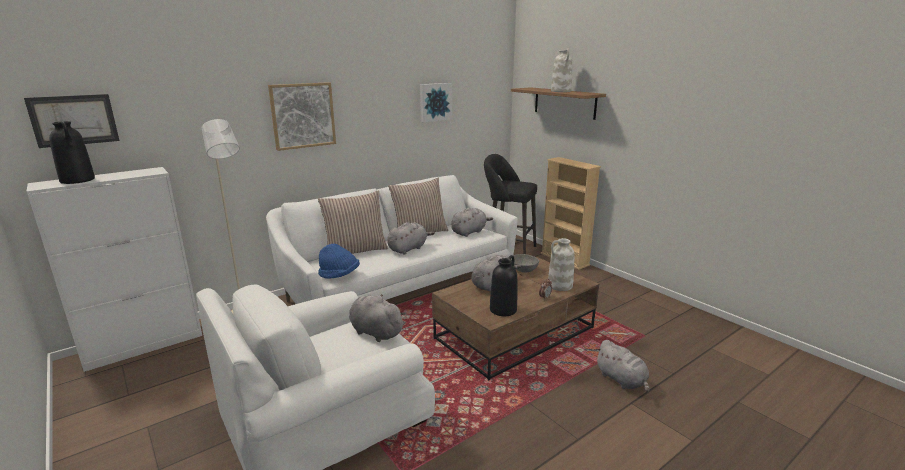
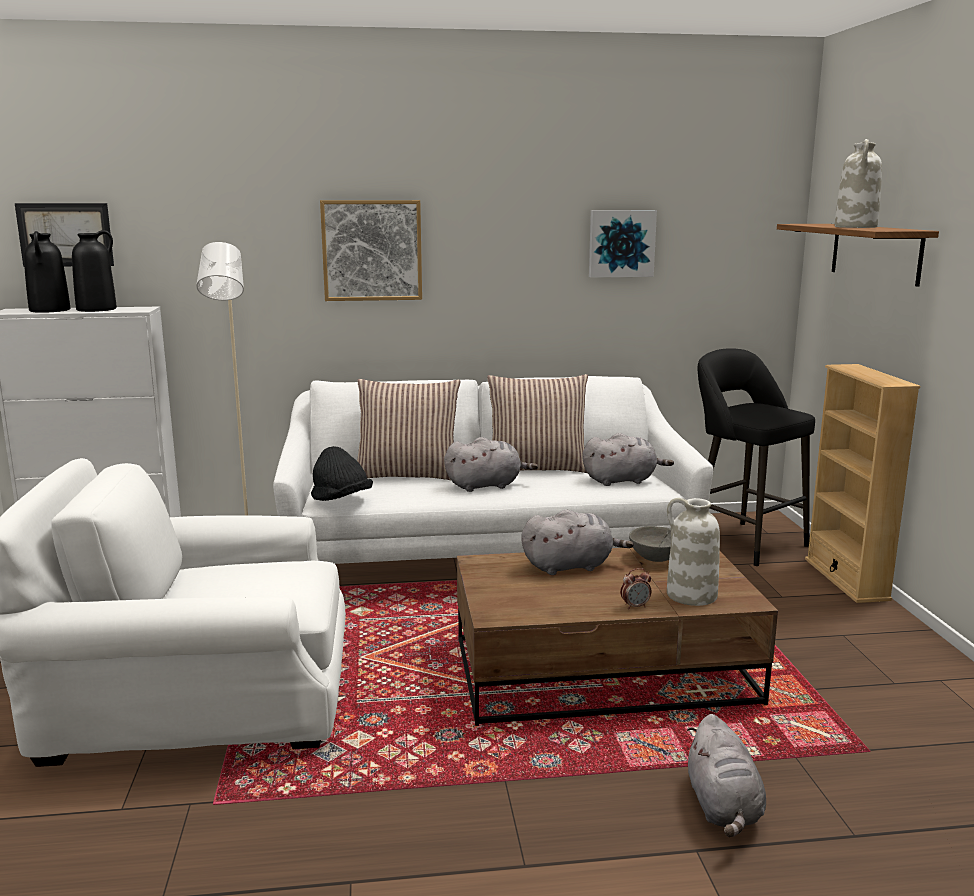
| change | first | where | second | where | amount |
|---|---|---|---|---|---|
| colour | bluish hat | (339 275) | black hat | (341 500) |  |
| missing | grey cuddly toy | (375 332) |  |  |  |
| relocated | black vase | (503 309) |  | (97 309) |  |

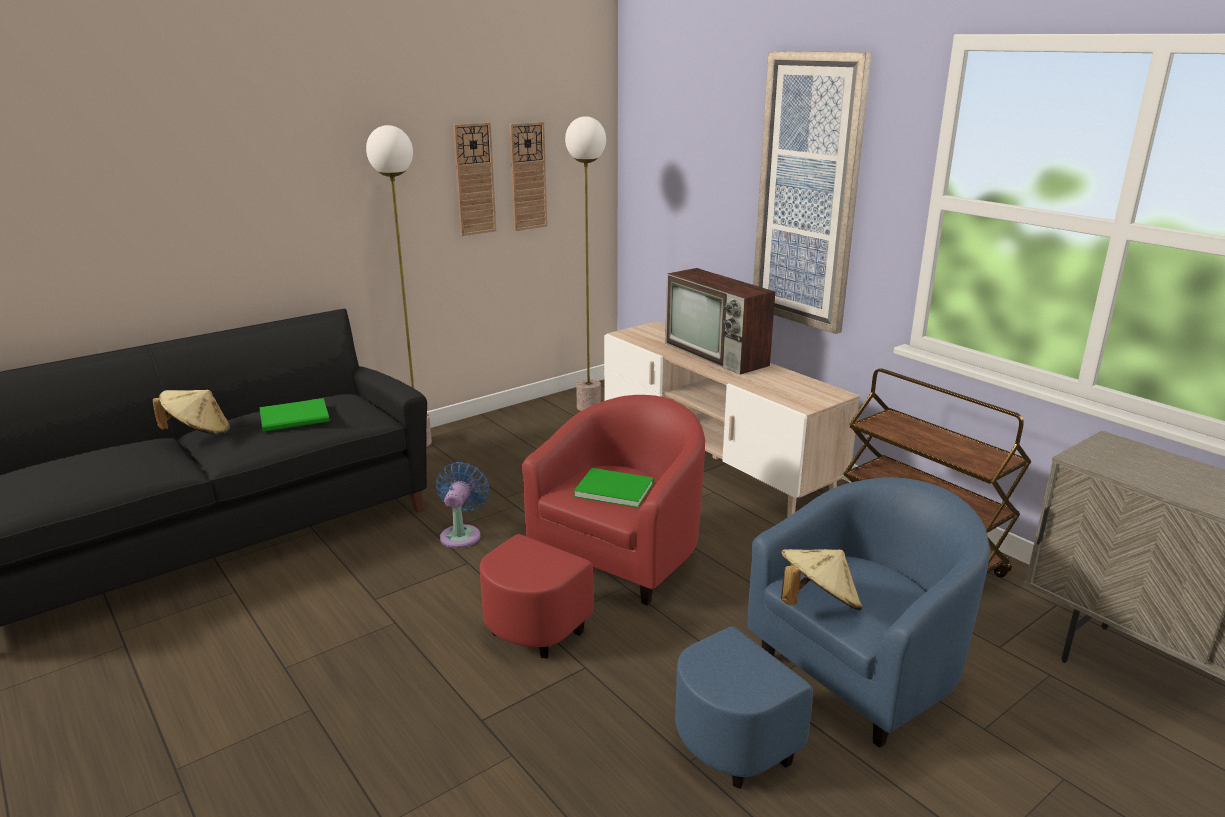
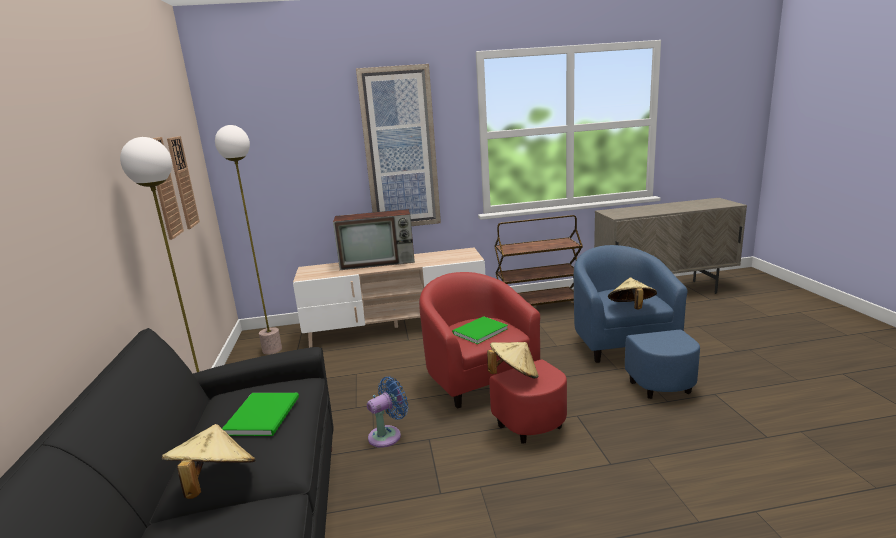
| change | first | where | second | where | amount |
|---|---|---|---|---|---|
| spun | bluish electric fan | (462 534) |  | (388 435) | 105 degrees clockwise |
| appeared |  |  | beige-coloured hat | (514 376) |  |

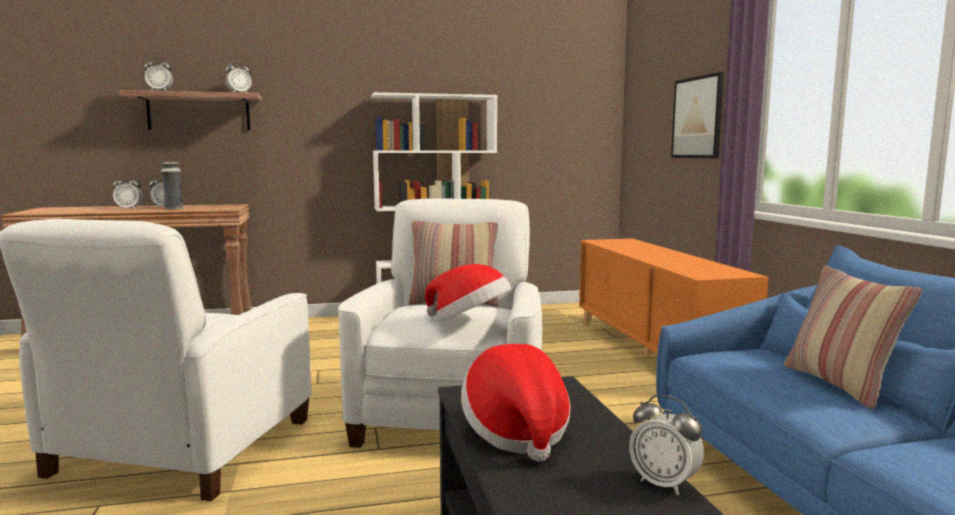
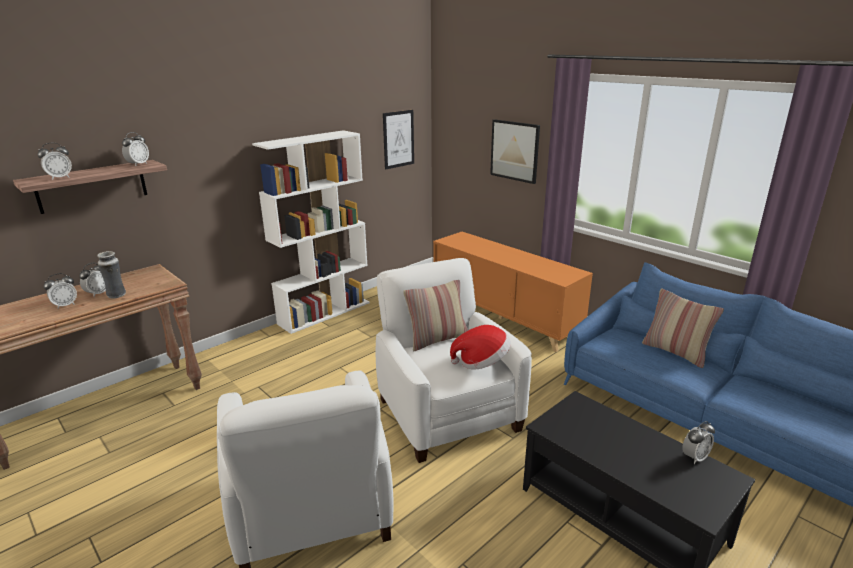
| change | first | where | second | where | amount |
|---|---|---|---|---|---|
| missing | hat | (516 433) |  |  |  |
| spun | alarm clock | (664 484) |  | (694 457) | 45 degrees counterclockwise |
| appeared |  |  | wall art | (398 139) |  |

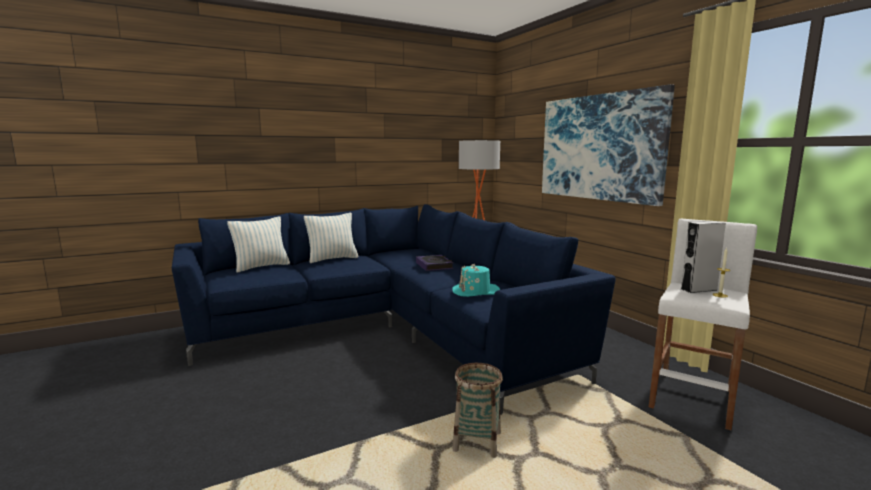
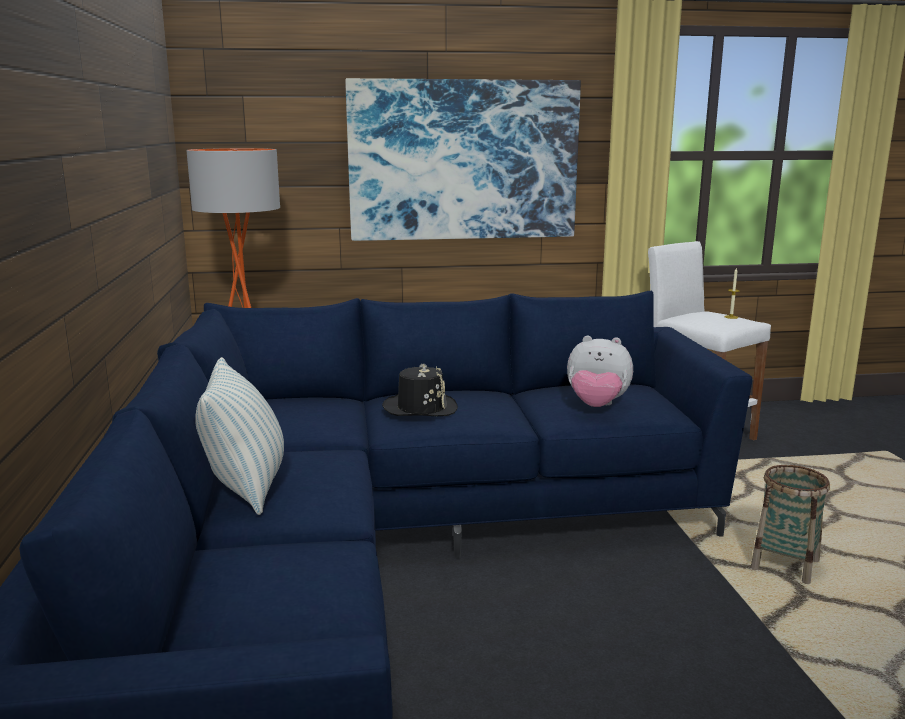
| change | first | where | second | where | amount |
|---|---|---|---|---|---|
| missing | cushion | (261 267) |  |  |  |
| exchanged | book | (434 266) | black hat | (420 408) |  |
| exchanged | turquoise-coloured hat | (475 291) | cuddly toy | (597 406) |  |
| missing | grey speaker | (698 289) |  |  |  |

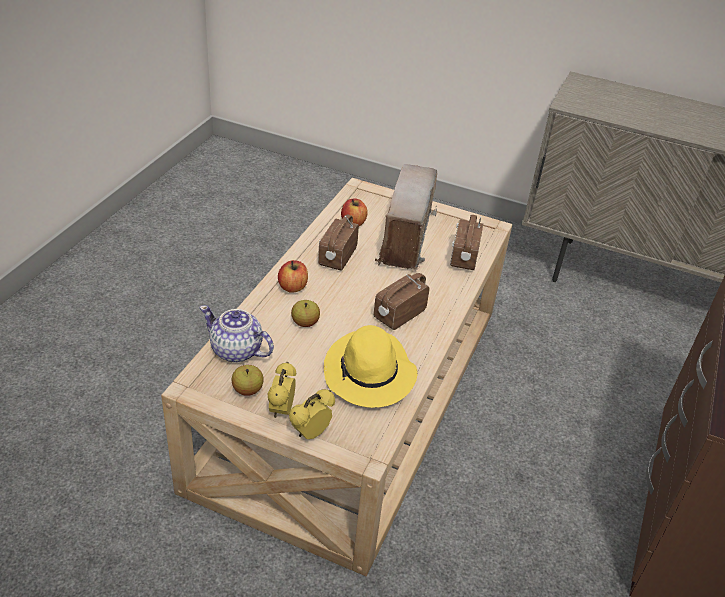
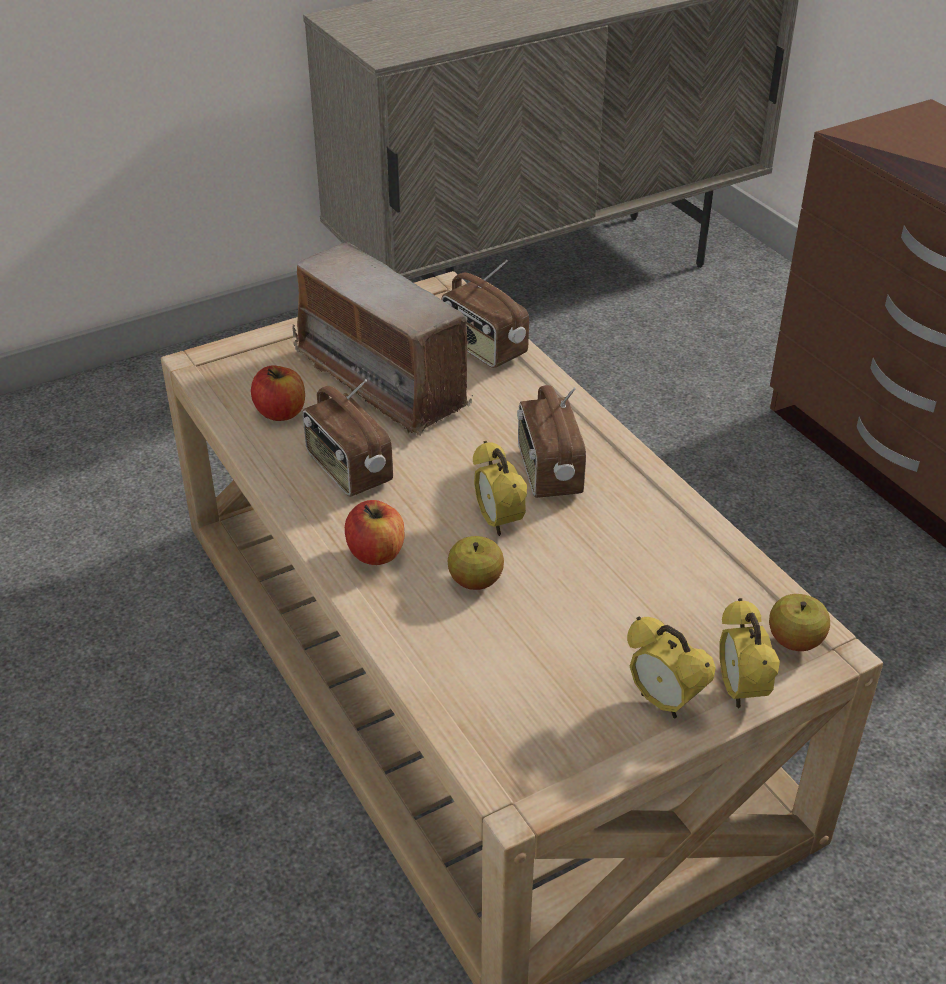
| change | first | where | second | where | amount |
|---|---|---|---|---|---|
| missing | tea pot | (237 351) |  |  |  |
| relocated | apple | (247 390) |  | (795 641) |  |
| missing | yellowish hat | (369 374) |  |  |  |
| appeared |  |  | alarm clock | (498 522) |  |

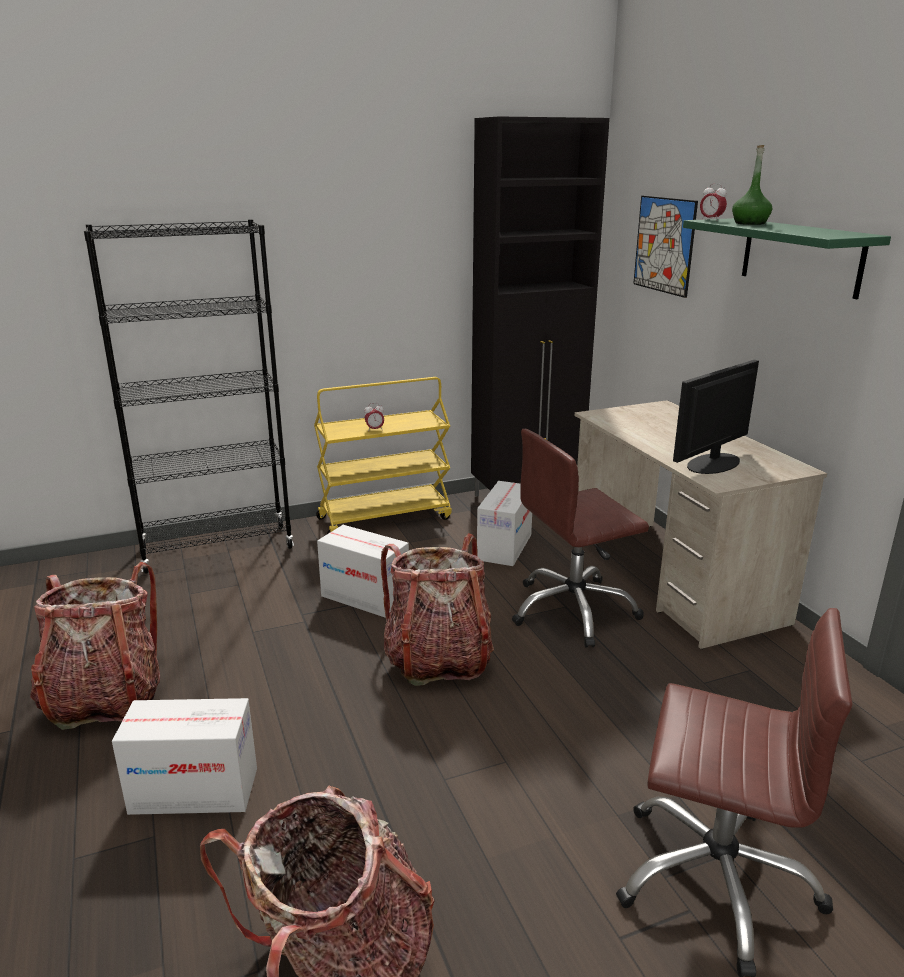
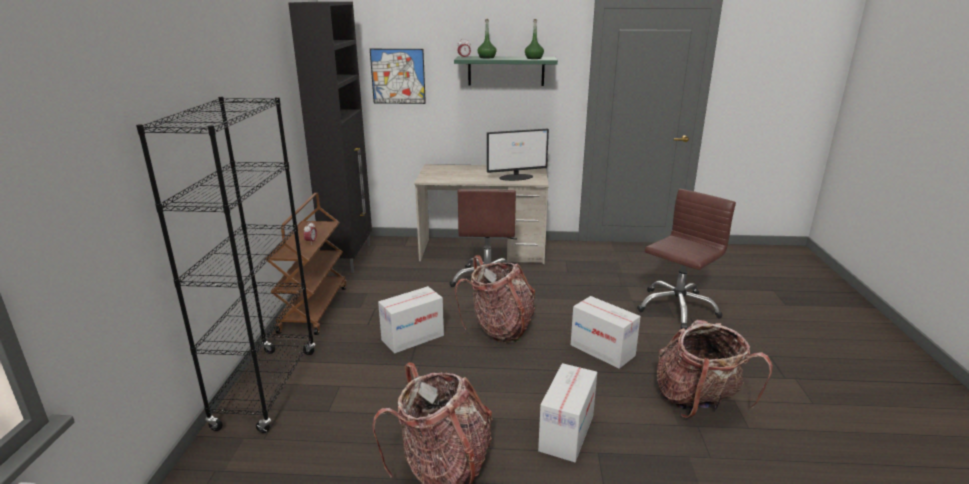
| change | first | where | second | where | amount |
|---|---|---|---|---|---|
| colour | yellowish cart | (385 518) | brown cart | (313 308) |  |
| relocated | cardboard box | (505 547) |  | (602 350) |  |
| spun | computer screen | (712 463) |  | (516 177) | 90 degrees counterclockwise |
| appeared |  |  | green beverage bottle | (534 58) |  |

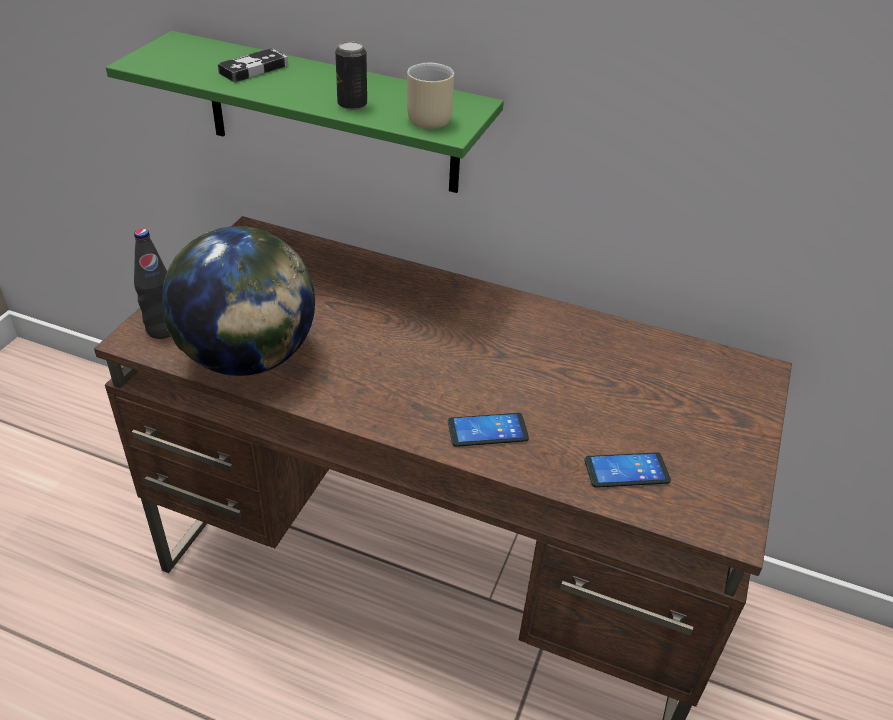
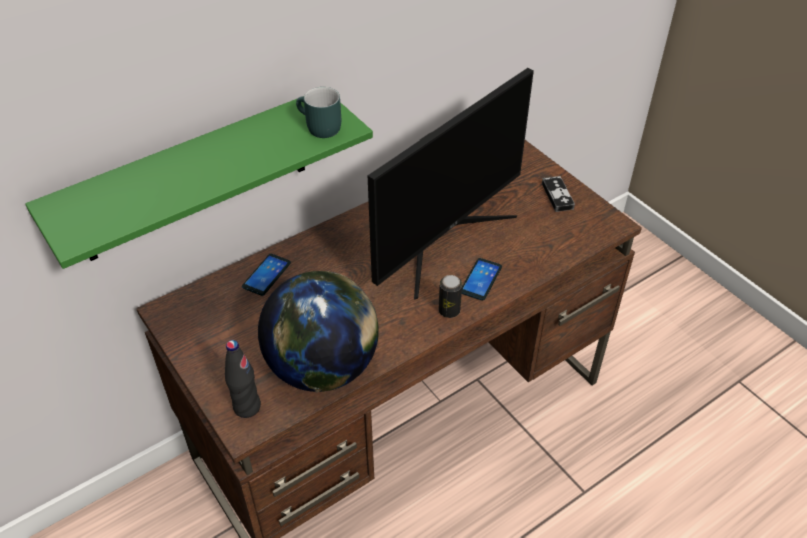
| change | first | where | second | where | amount |
|---|---|---|---|---|---|
| relocated | gamepad | (254 69) |  | (557 196) |  |
| relocated | metal can | (352 104) |  | (449 310) |  |
| colour | beige-coloured coffee mug | (426 117) | turquoise-coloured coffee mug | (318 128) |  |
| relocated | telephone | (626 471) |  | (266 275) |  |
| appeared |  |  | computer screen | (442 239) |  |

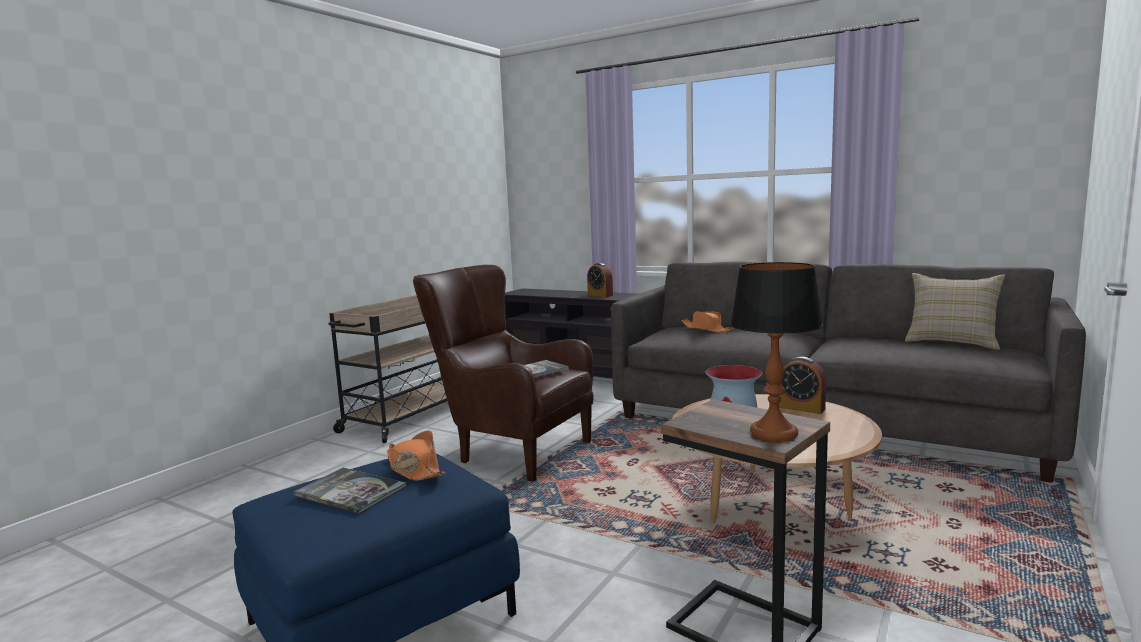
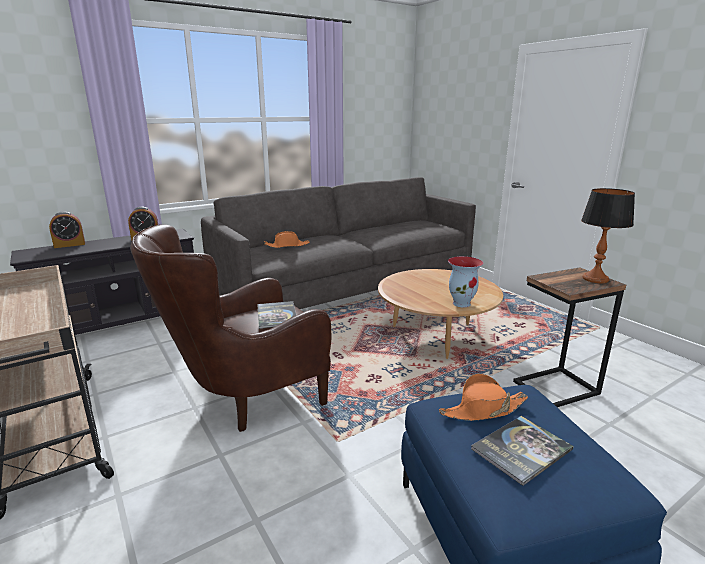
| change | first | where | second | where | amount |
|---|---|---|---|---|---|
| relocated | alarm clock | (801 408) |  | (69 245) |  |
| missing | beige-coloured cushion | (952 342) |  |  |  |

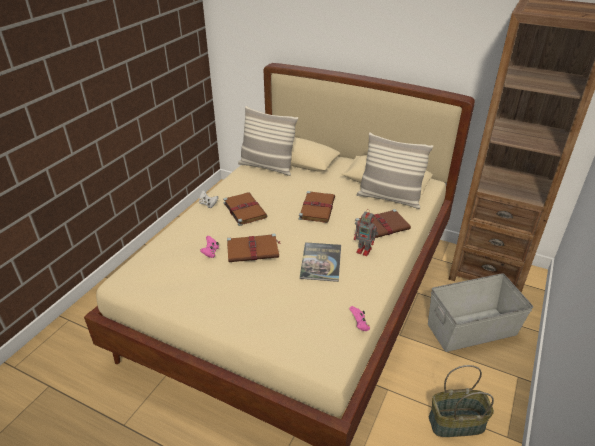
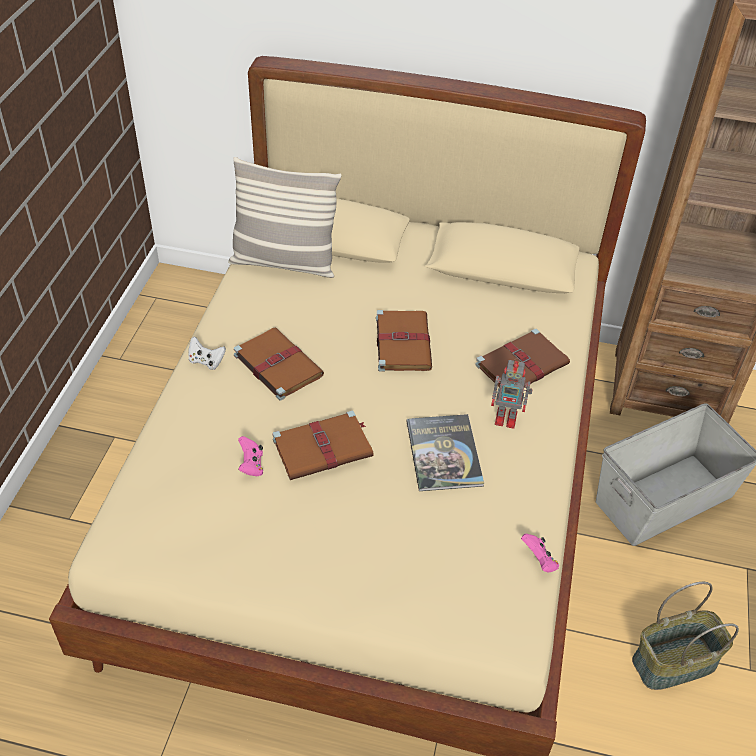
| change | first | where | second | where | amount |
|---|---|---|---|---|---|
| missing | cushion | (389 198) |  |  |  |

